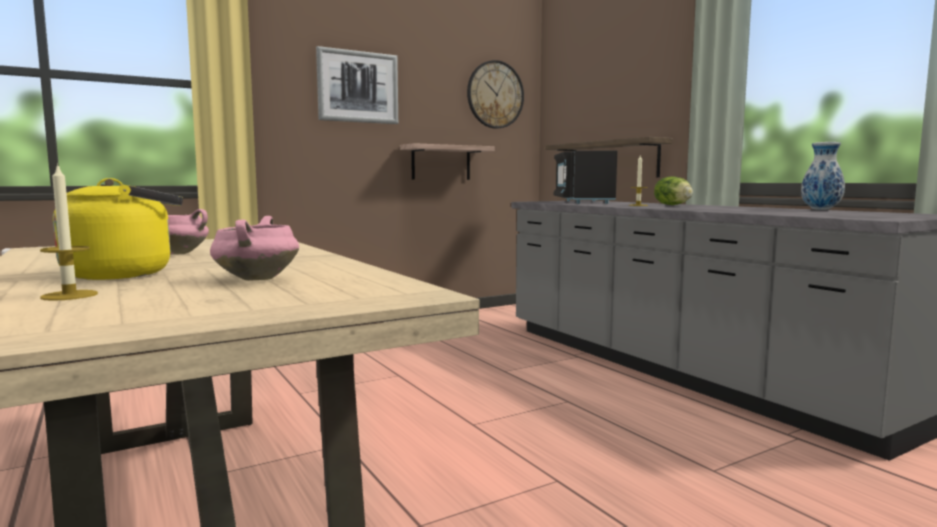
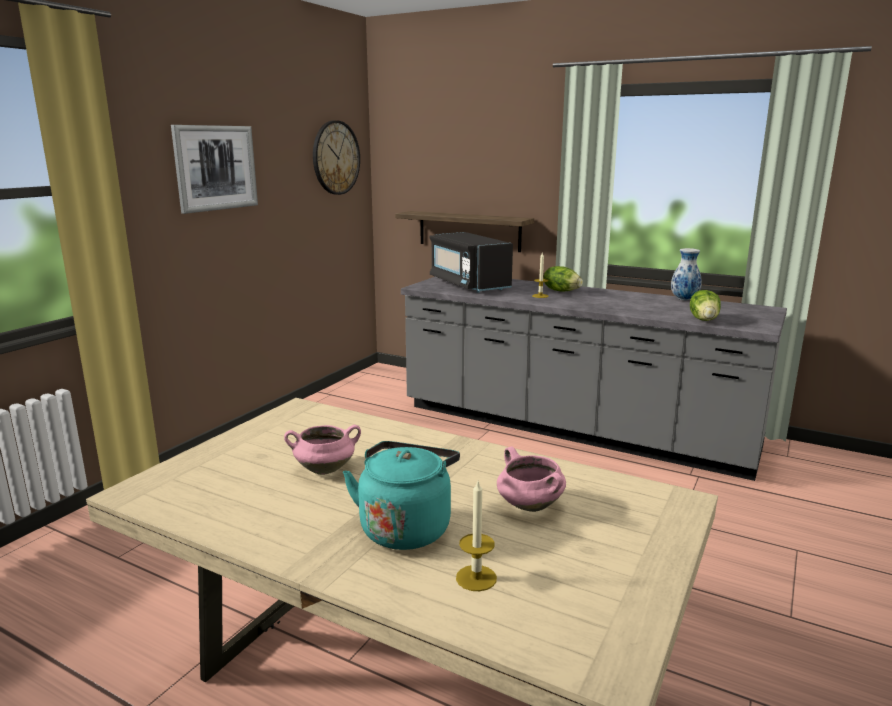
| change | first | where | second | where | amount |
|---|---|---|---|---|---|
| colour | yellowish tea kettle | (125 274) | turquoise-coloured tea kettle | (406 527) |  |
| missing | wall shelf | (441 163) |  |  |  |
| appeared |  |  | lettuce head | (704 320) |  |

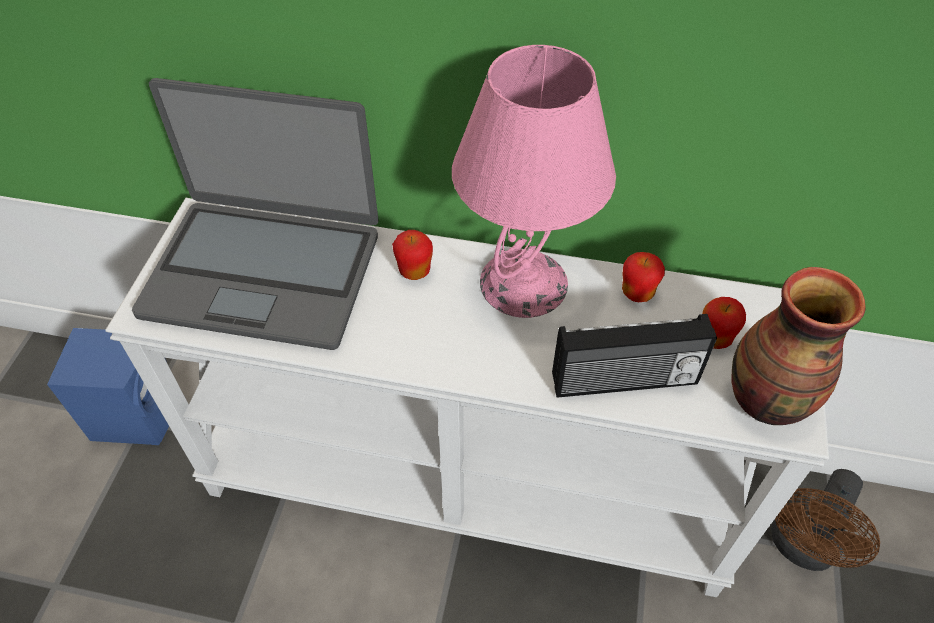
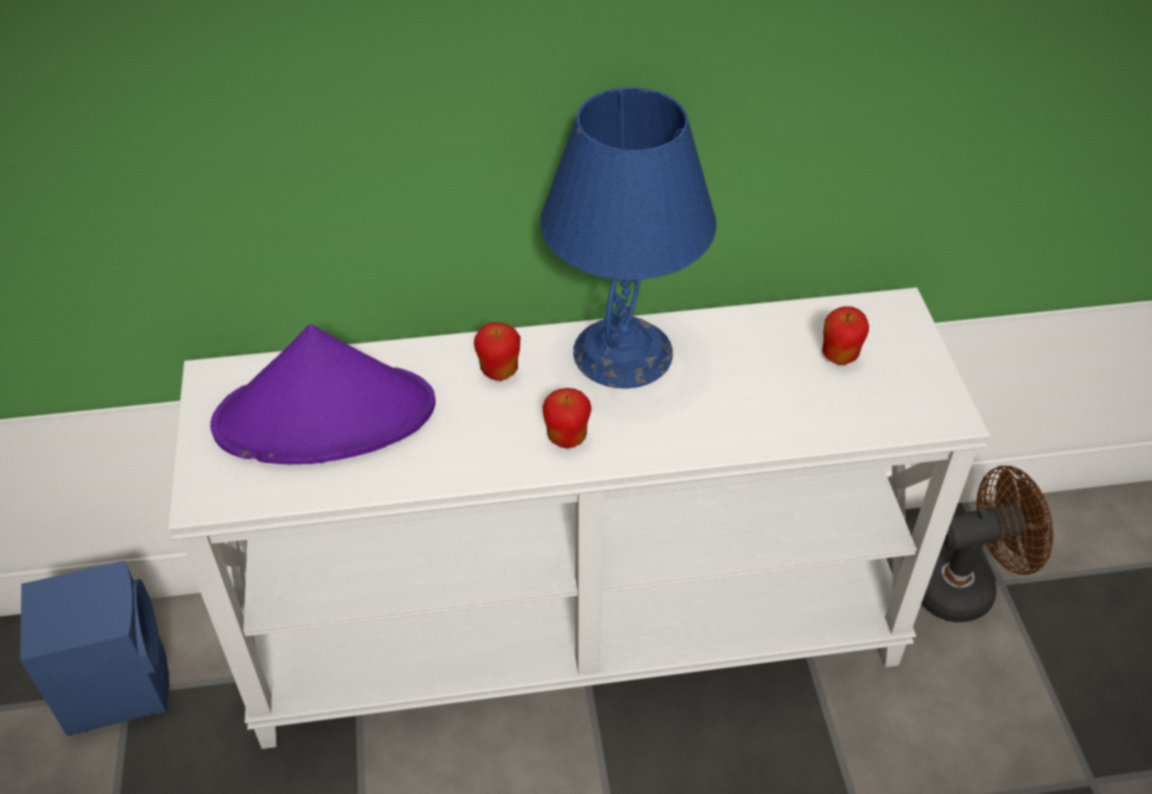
| change | first | where | second | where | amount |
|---|---|---|---|---|---|
| exchanged | notebook computer | (264 272) | purple-coloured hat | (326 416) |  |
| colour | pink-coloured tabletop lamp | (524 283) | bluish tabletop lamp | (623 353) |  |
| missing | radio | (624 382) |  |  |  |
| relocated | apple | (637 293) |  | (567 438) |  |
| missing | vase | (768 402) |  |  |  |
| spun | brown electric fan | (801 548) |  | (965 586) | 120 degrees counterclockwise |

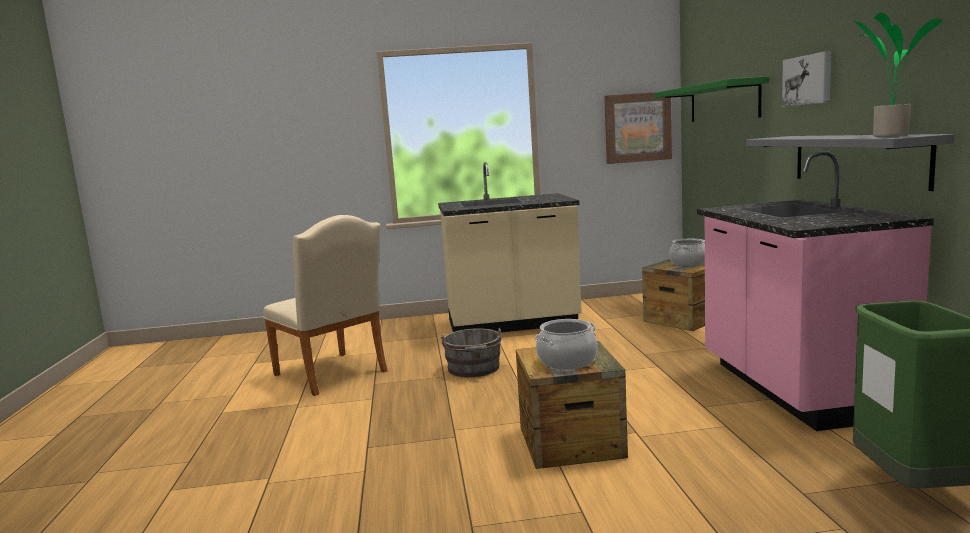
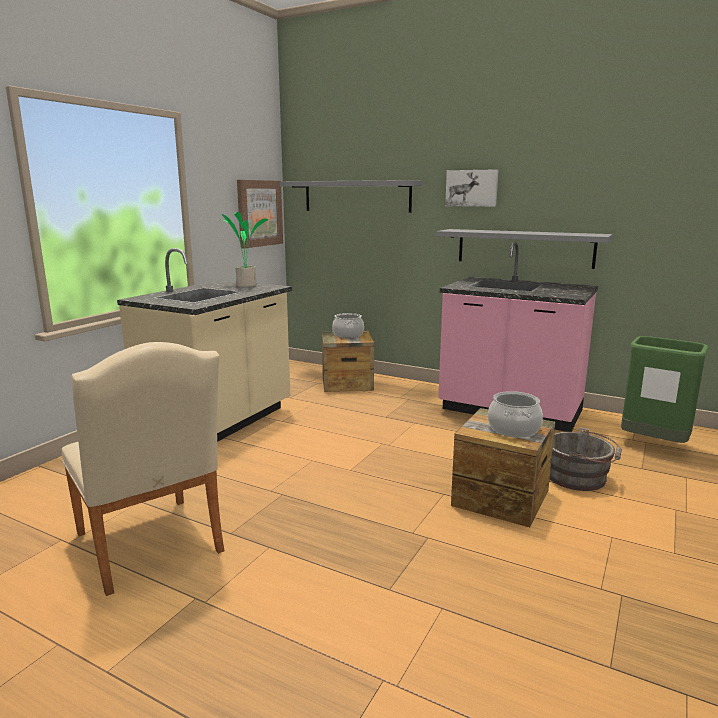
| change | first | where | second | where | amount |
|---|---|---|---|---|---|
| spun | beige-coloured chair | (333 375) |  | (151 547) | 60 degrees clockwise |
| relocated | grey water bucket | (474 369) |  | (579 478) |  |
| colour | green wall shelf | (723 102) | grey wall shelf | (356 196) |  |
| relocated | houseplant | (887 136) |  | (245 286) |  |

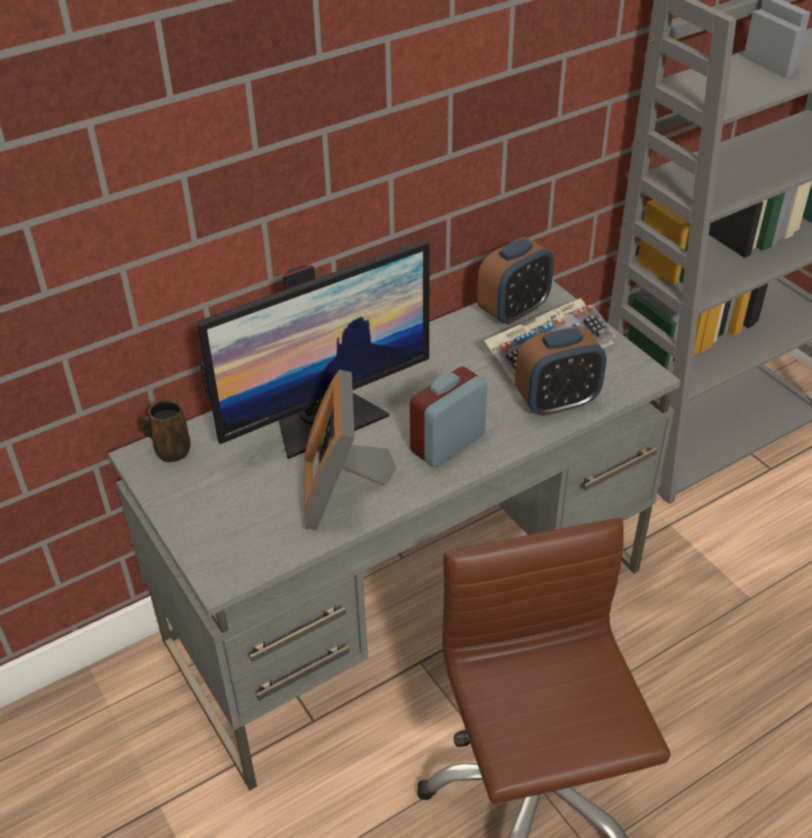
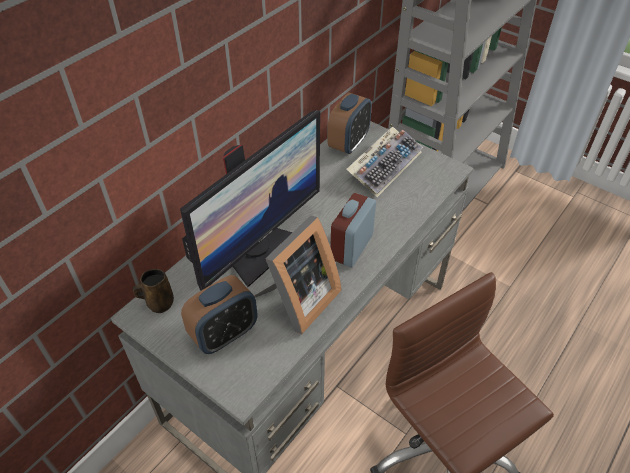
| change | first | where | second | where | amount |
|---|---|---|---|---|---|
| spun | photo frame | (343 491) |  | (298 301) | 120 degrees counterclockwise |
| relocated | alarm clock | (557 402) |  | (224 334) |  |

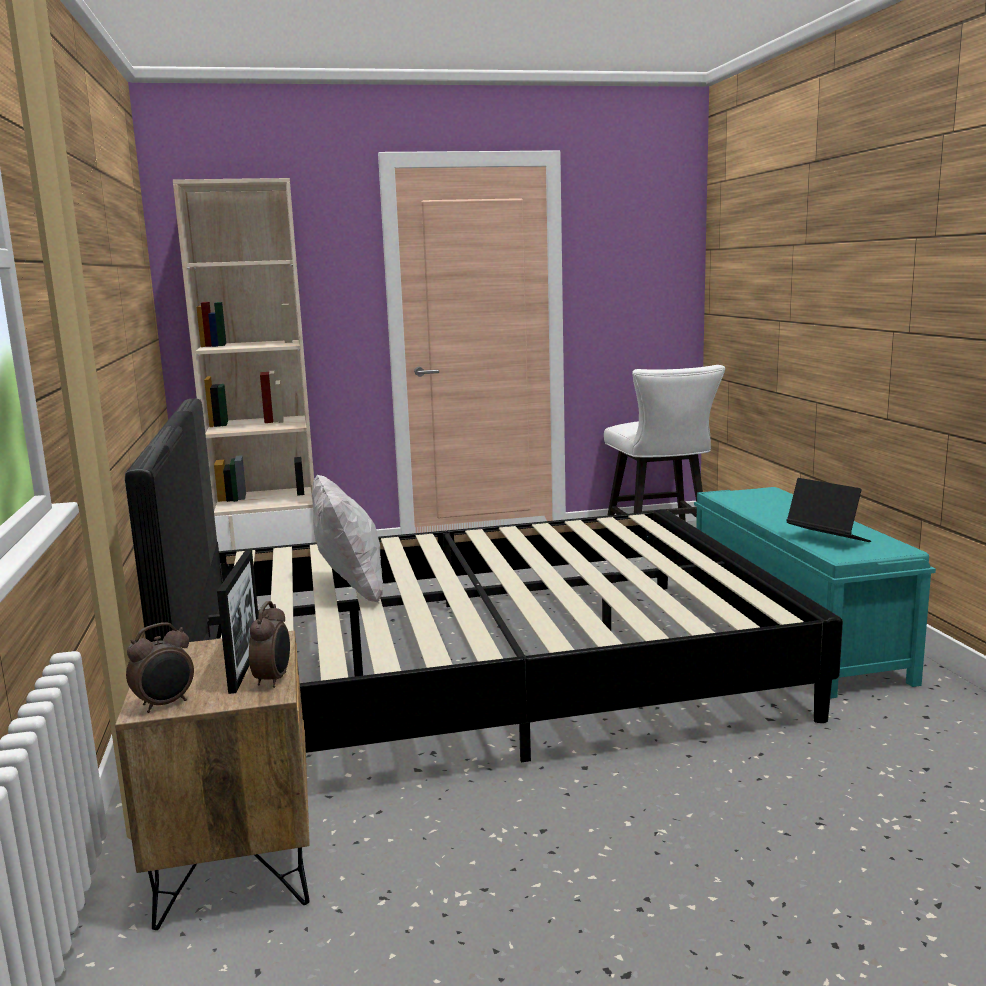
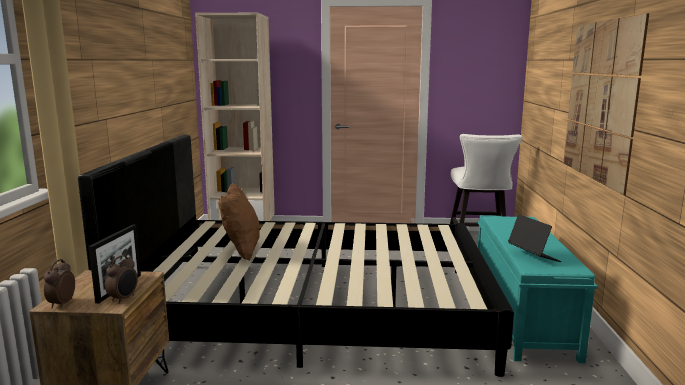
| change | first | where | second | where | amount |
|---|---|---|---|---|---|
| spun | alarm clock | (165 704) |  | (61 304) | 120 degrees clockwise |
| colour | white-coloured cushion | (351 591) | brown cushion | (241 252) |  |
| appeared |  |  | wall art | (600 101) |  |

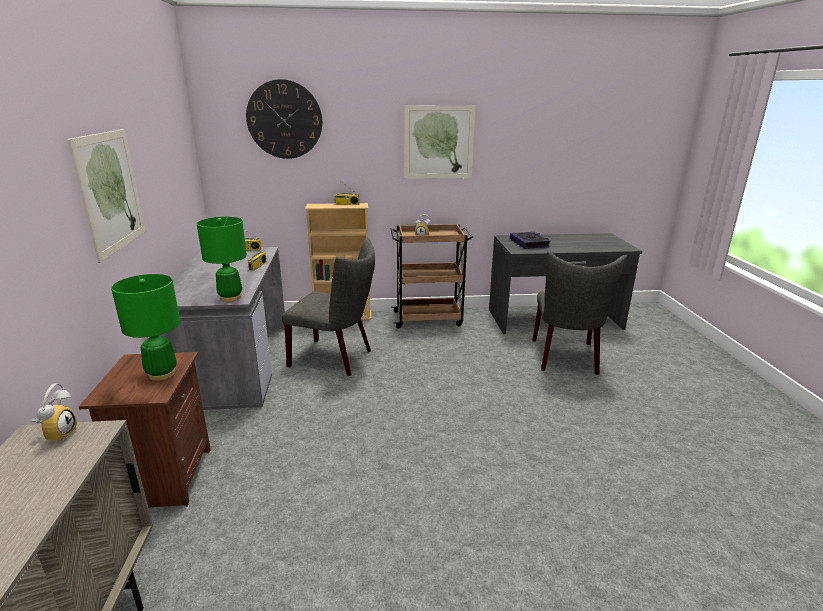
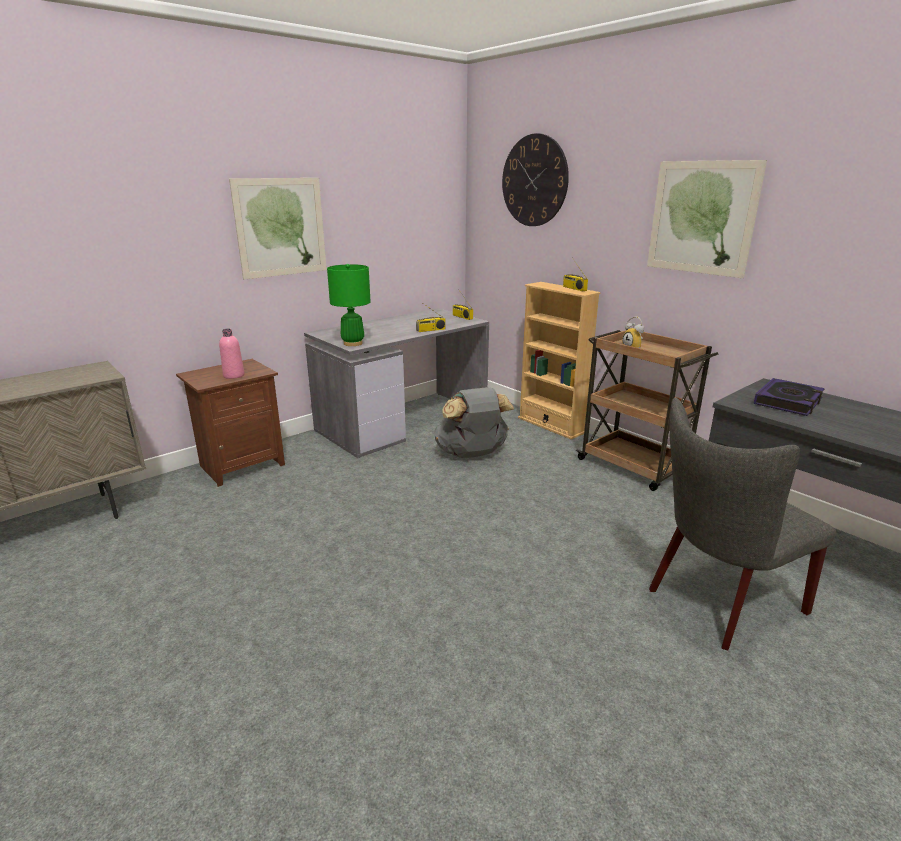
| change | first | where | second | where | amount |
|---|---|---|---|---|---|
| missing | alarm clock | (58 434) |  |  |  |
| exchanged | green tabletop lamp | (162 374) | pink-coloured beverage bottle | (234 375) |  |
| exchanged | grey chair | (336 358) | grey knapsack | (472 454) |  |

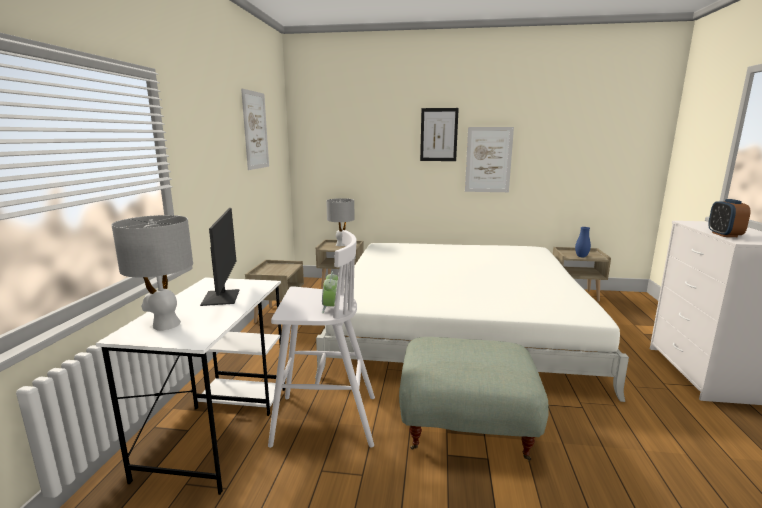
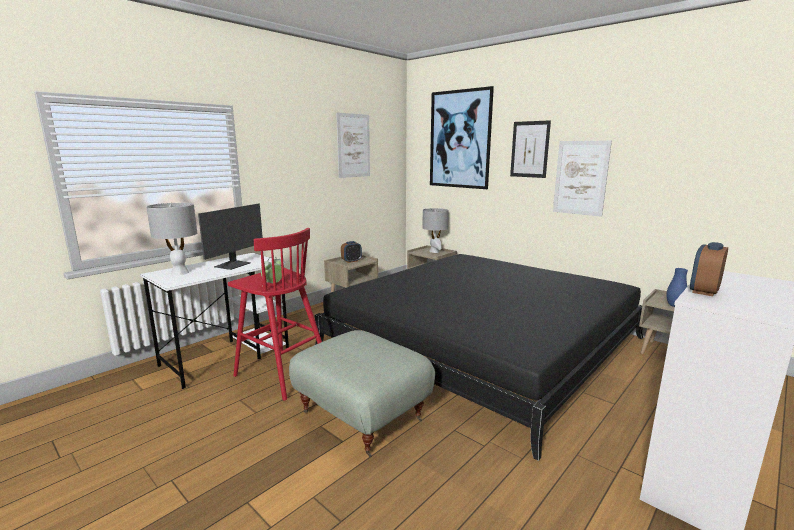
| change | first | where | second | where | amount |
|---|---|---|---|---|---|
| colour | white-coloured stool seat | (323 420) | red-coloured stool seat | (281 374) |  |
| colour | white-coloured bedroom bed | (456 323) | black bedroom bed | (482 343) |  |
| appeared |  |  | alarm clock | (351 261) |  |
| appeared |  |  | wall art | (459 139) |  |

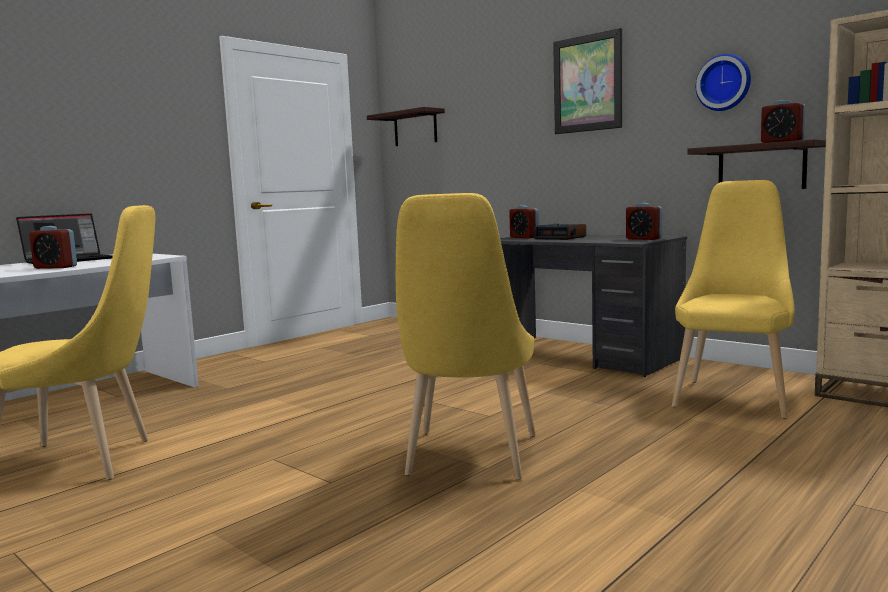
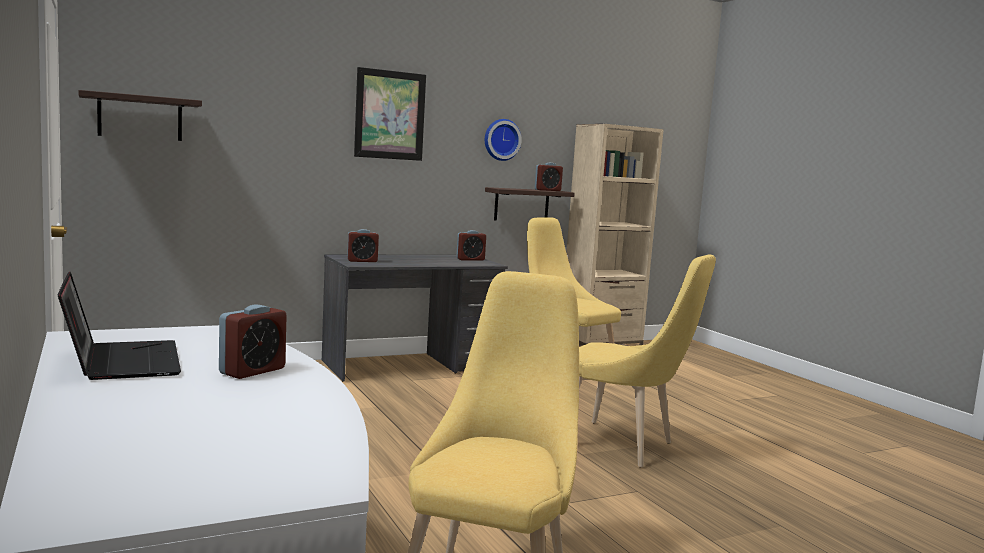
| change | first | where | second | where | amount |
|---|---|---|---|---|---|
| missing | alarm clock | (561 238) |  |  |  |

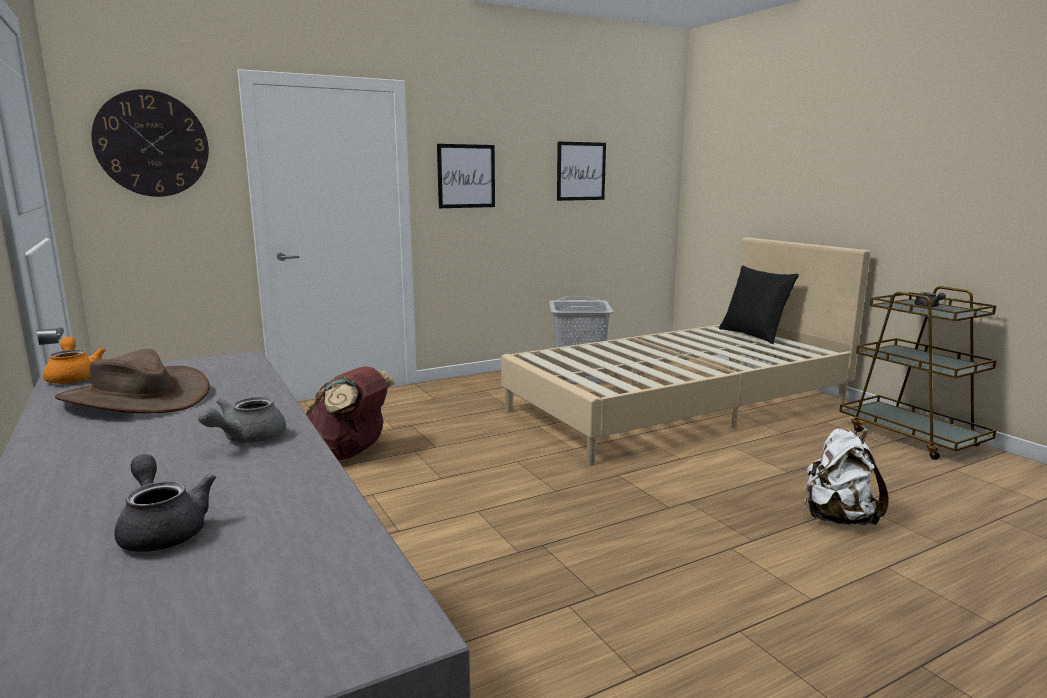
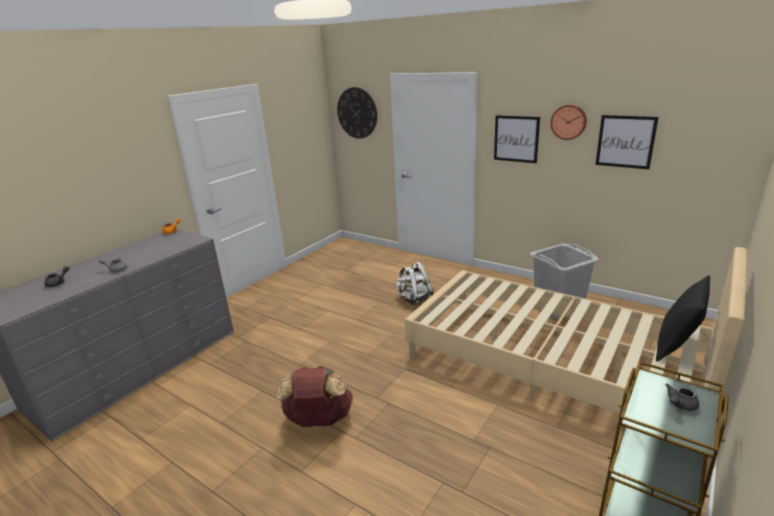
| change | first | where | second | where | amount |
|---|---|---|---|---|---|
| missing | brown hat | (135 398) |  |  |  |
| relocated | brown knapsack | (349 454) |  | (319 420) |  |
| relocated | white-coloured knapsack | (837 518) |  | (414 299) |  |
| appeared |  |  | wall clock | (568 122) |  |

